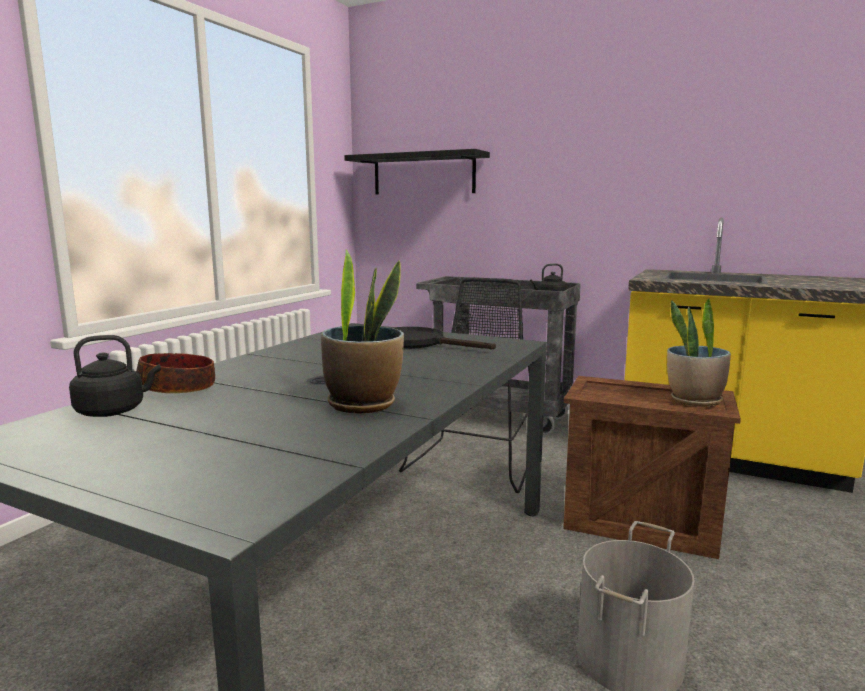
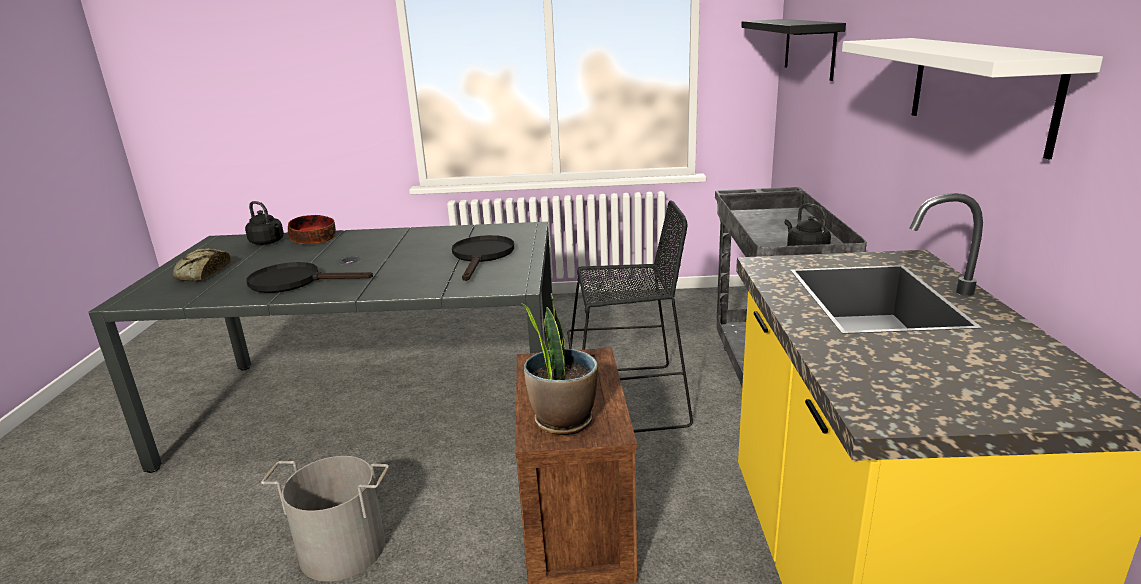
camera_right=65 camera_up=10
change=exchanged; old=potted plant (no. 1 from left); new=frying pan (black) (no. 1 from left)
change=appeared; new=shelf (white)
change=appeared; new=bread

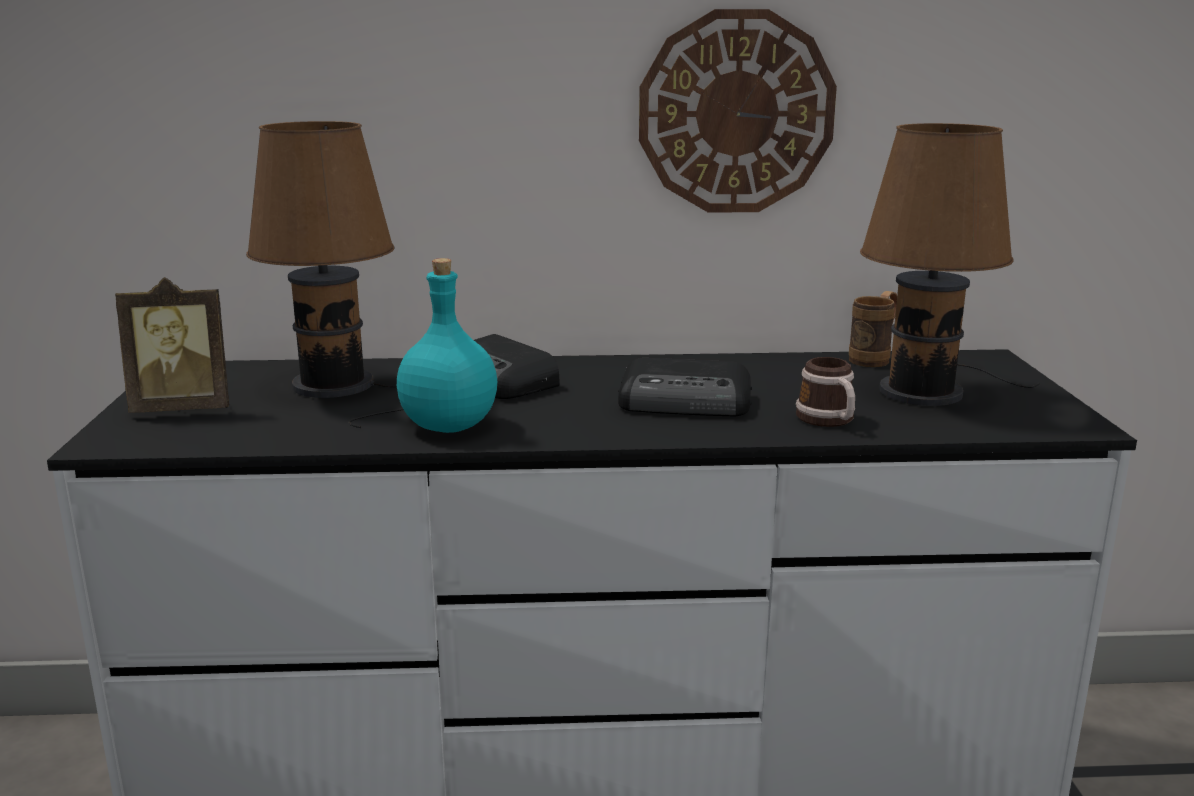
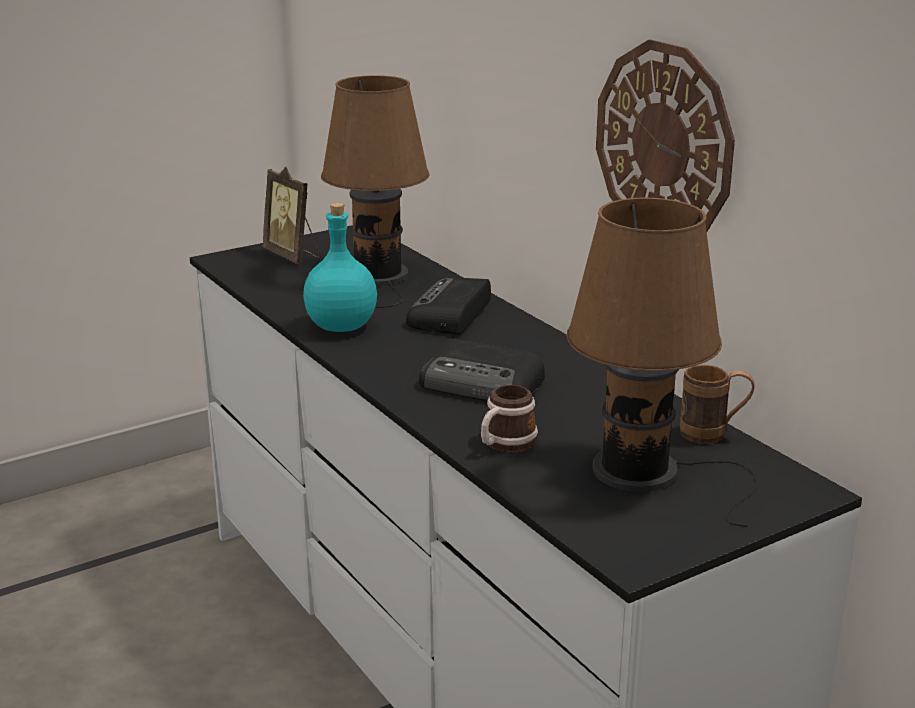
camera_right=60 camera_up=5
change=spun; old=radio (no. 2 from left); degrees=-45

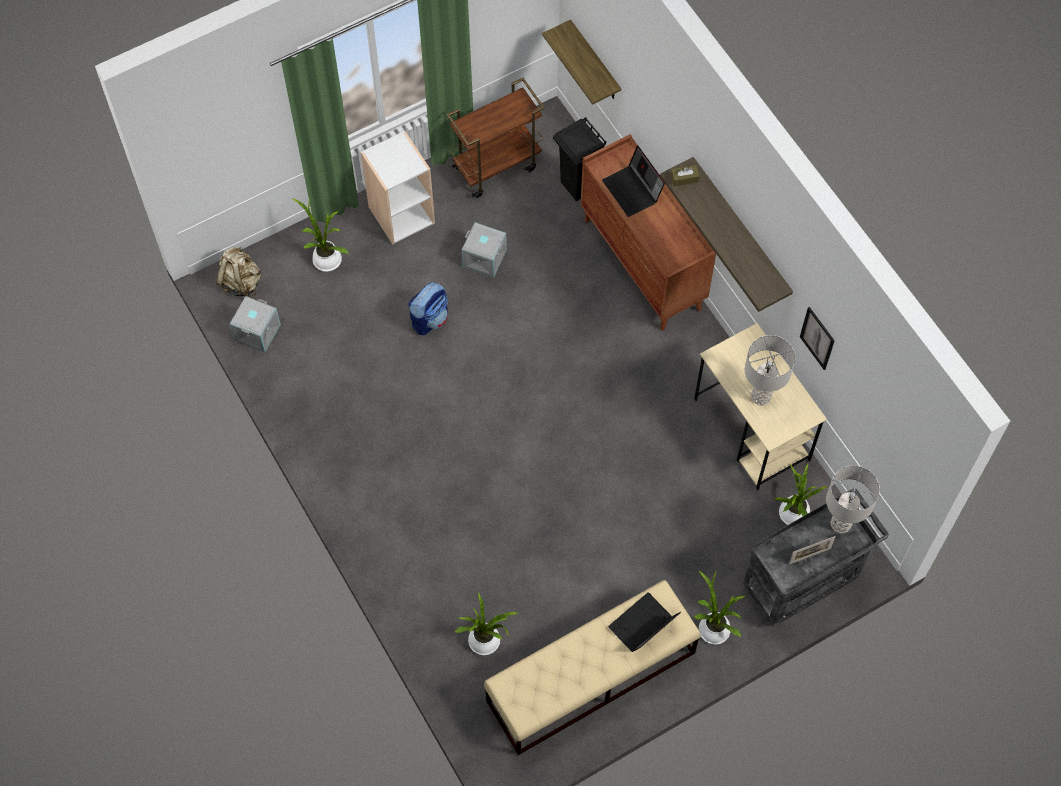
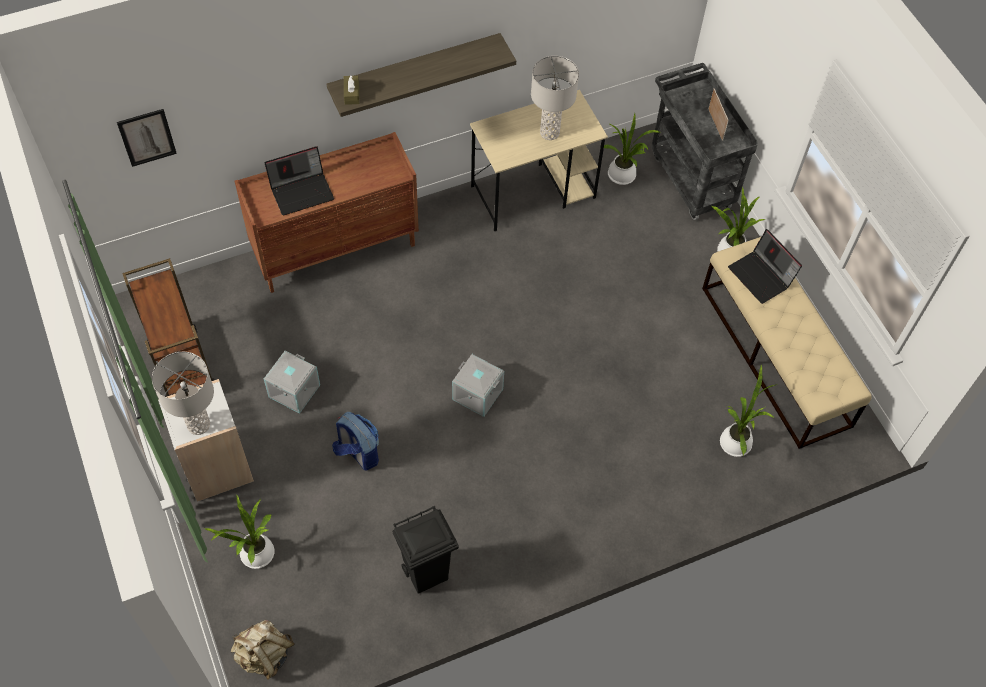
camera_right=-85 camera_up=-5
change=missing; old=shelf (no. 1 from left)
change=relocated; old=trash can (black)
change=relocated; old=storage box (grey) (no. 1 from left in the first image); new=storage box (grey) (no. 2 from left)
change=relocated; old=picture
change=relocated; old=table lamp (white) (no. 2 from left in the first image); new=table lamp (white) (no. 1 from left)

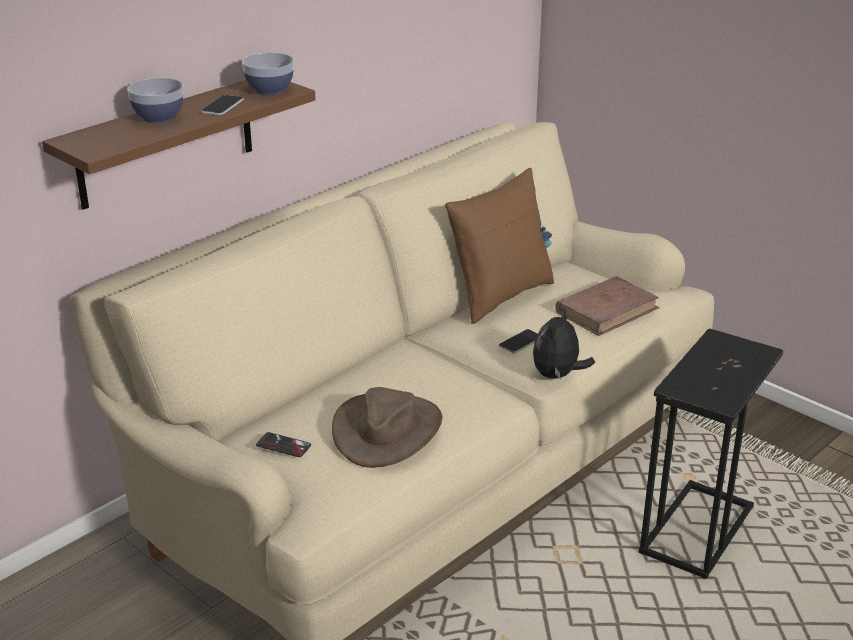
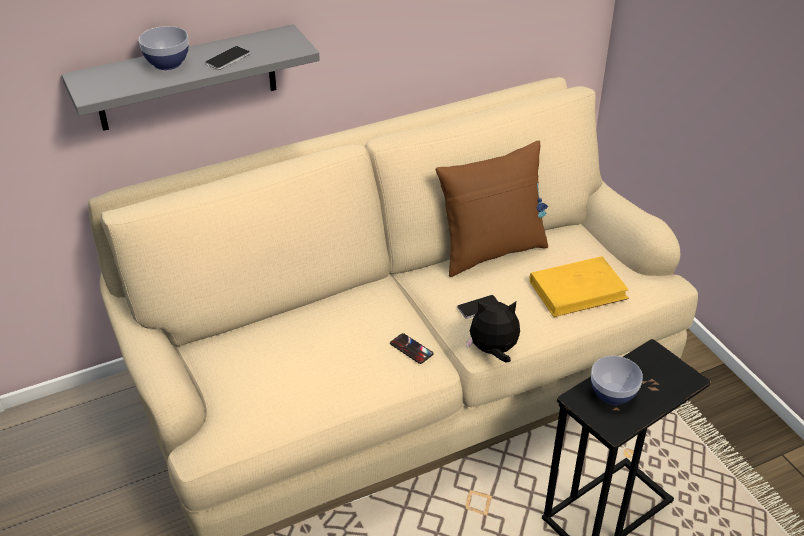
camera_right=20 camera_up=10
change=relocated; old=bowl (no. 2 from left)
change=colour; old=shelf (brown); new=shelf (grey)
change=colour; old=book (brown); new=book (yellow)
change=spun; old=plush toy; degrees=45
change=missing; old=hat (brown)
change=relocated; old=phone (no. 2 from left)

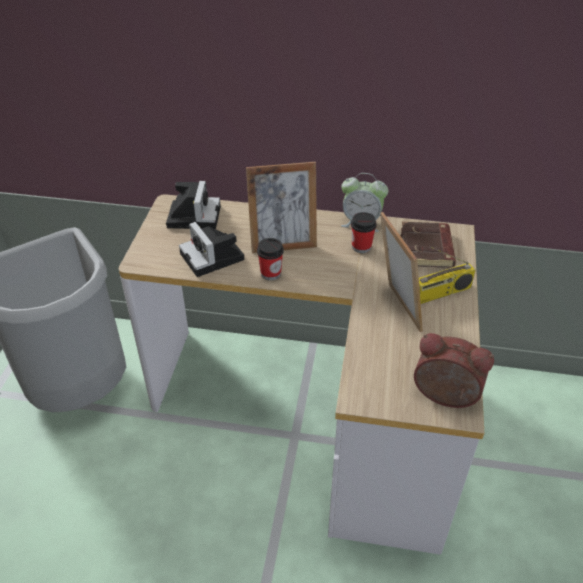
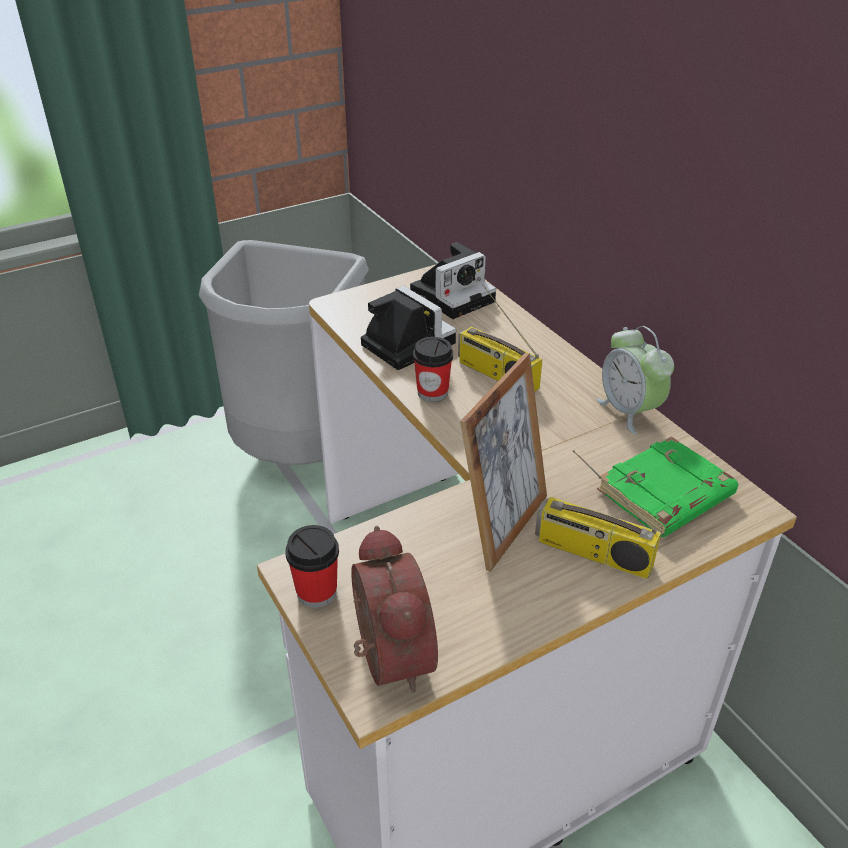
camera_right=50 camera_up=-5
change=exchanged; old=picture frame (no. 1 from left); new=radio (no. 1 from left)
change=relocated; old=cup (no. 2 from left in the first image); new=cup (no. 1 from left)
change=spun; old=photo camera (no. 2 from left in the first image); degrees=120
change=colour; old=book (brown); new=book (green)

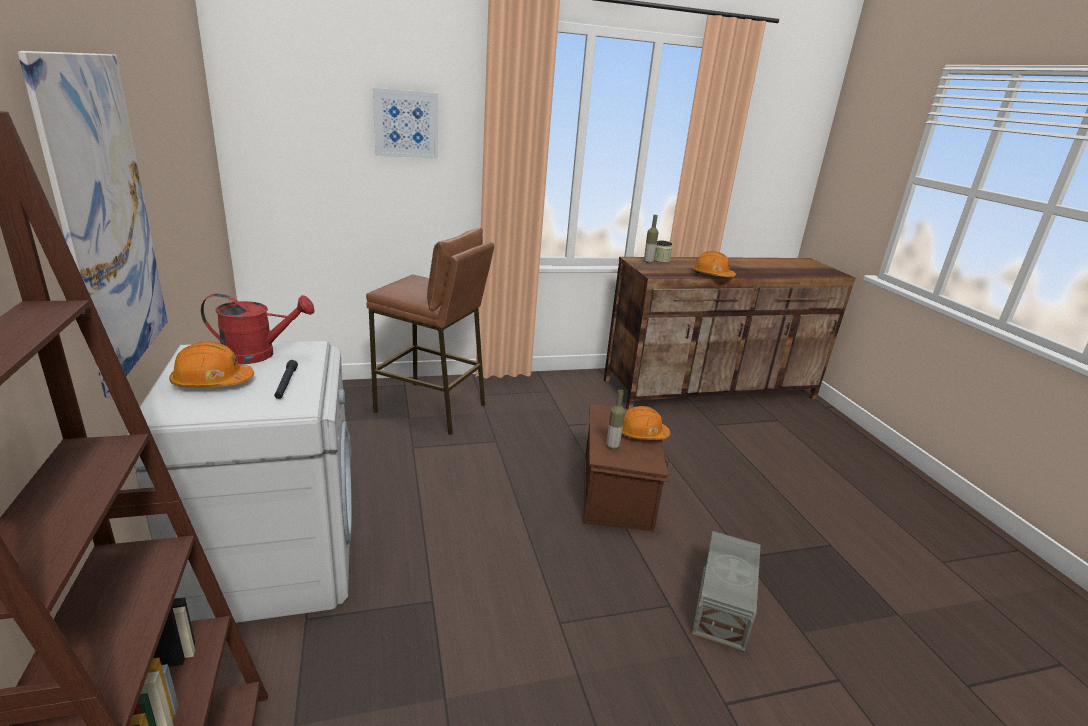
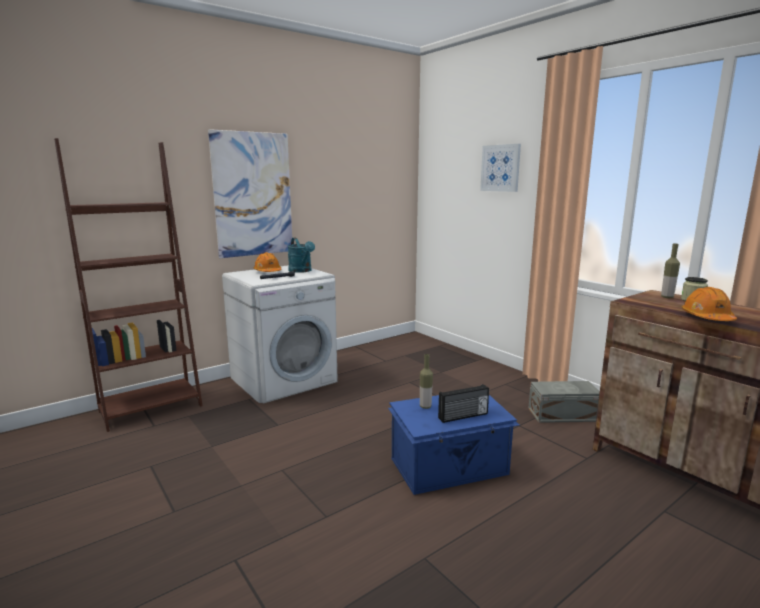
camera_right=70 camera_up=-10
change=missing; old=stool (brown)
change=colour; old=watering can (red); new=watering can (turquoise)
change=colour; old=storage box (brown); new=storage box (blue)
change=exchanged; old=hard hat (orange) (no. 2 from left); new=radio
change=relocated; old=storage box (grey)

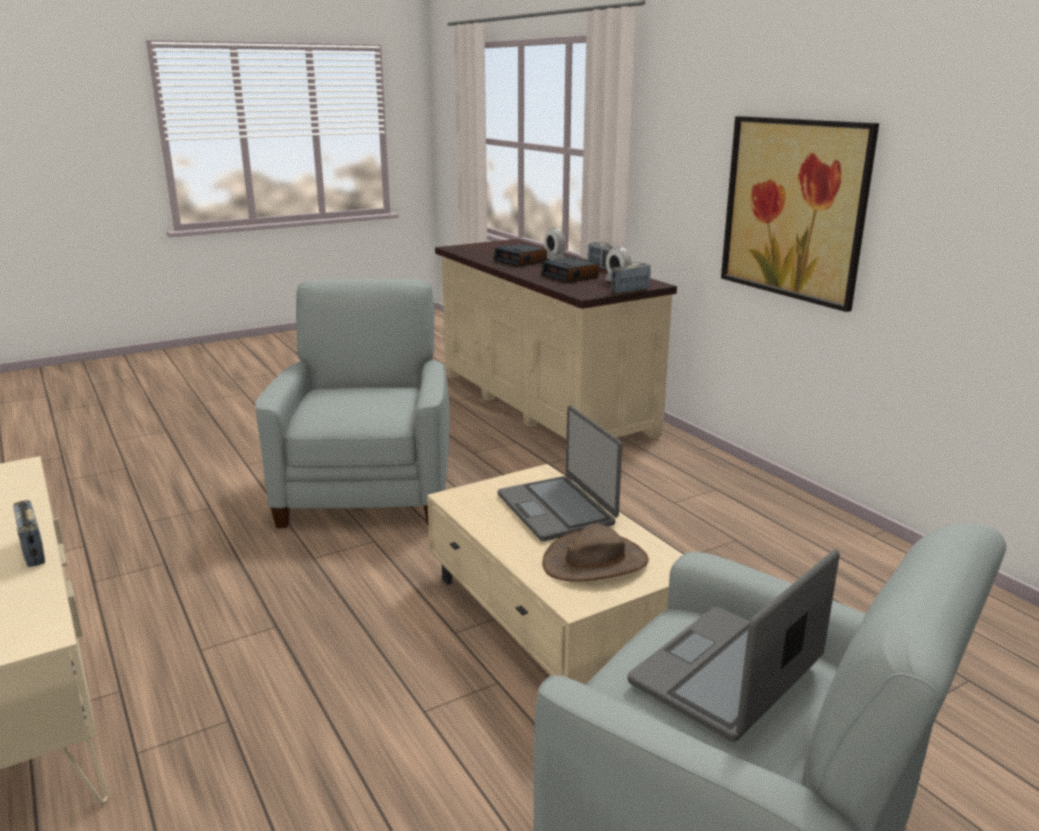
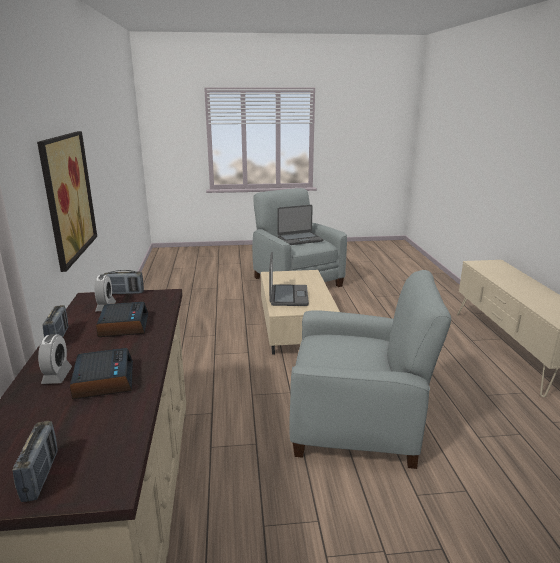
camera_right=-155 camera_up=0
change=spun; old=armchair (grey) (no. 1 from left in the first image); degrees=-105
change=relocated; old=radio (no. 1 from left)
change=missing; old=hat (brown)

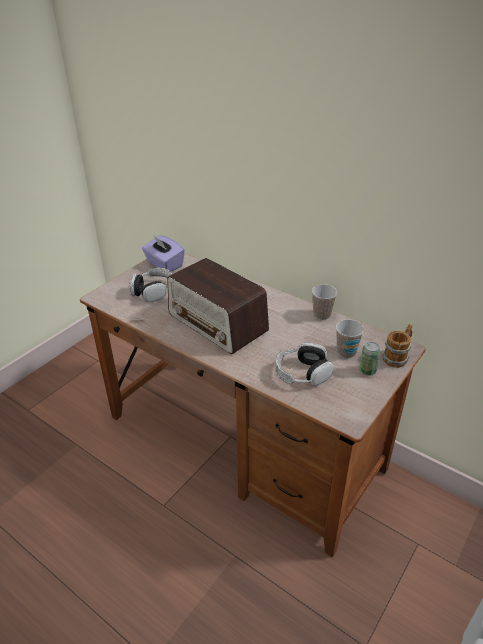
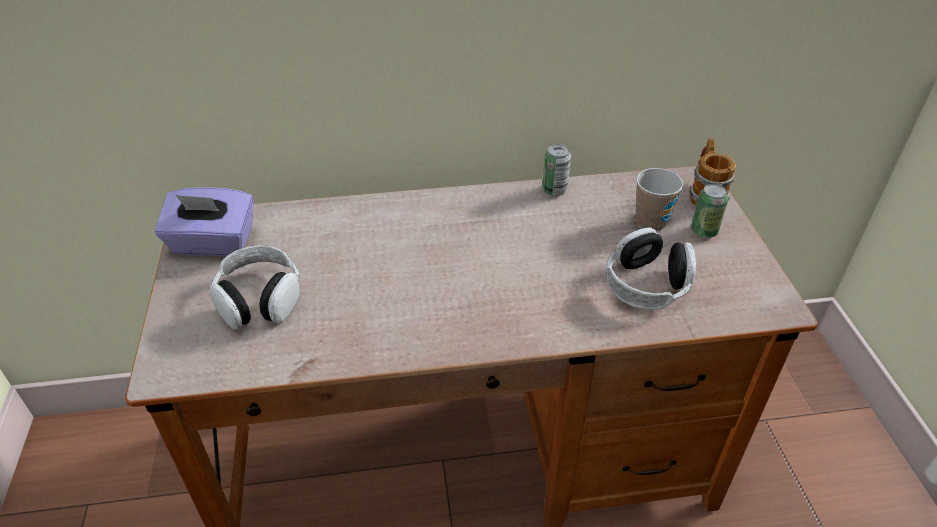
camera_right=-45 camera_up=5
change=missing; old=radio
change=exchanged; old=cup (no. 1 from left); new=can (no. 1 from left)

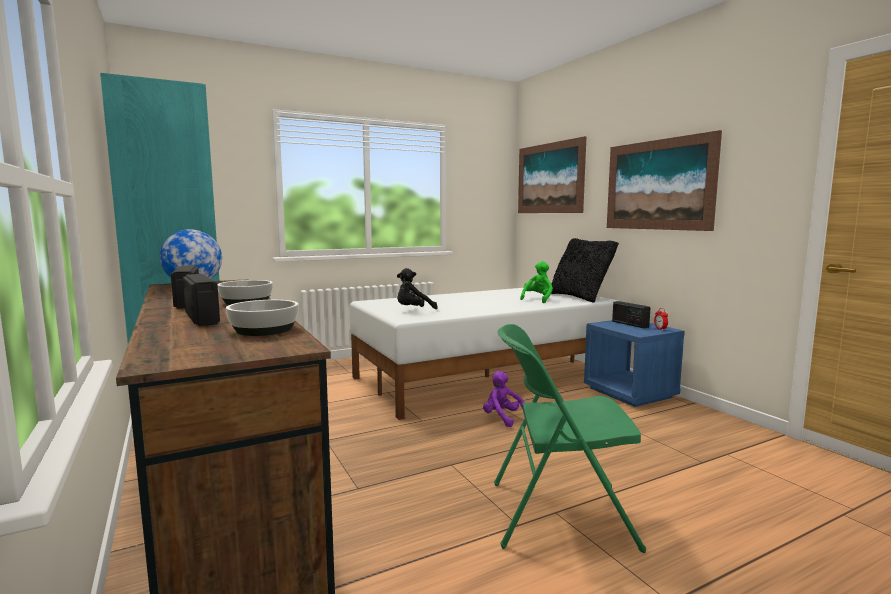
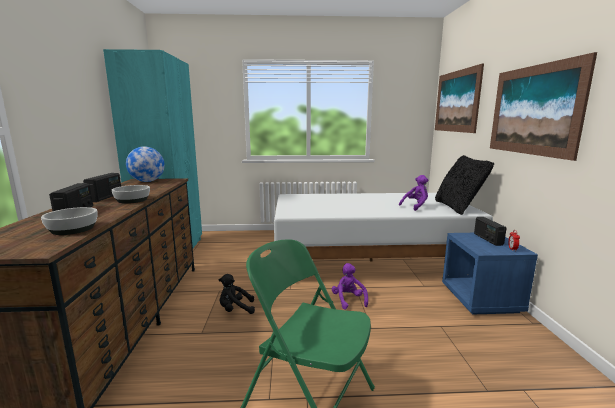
camera_right=25 camera_up=5
change=colour; old=plush toy (green); new=plush toy (purple) (no. 2 from left)
change=relocated; old=plush toy (black)

